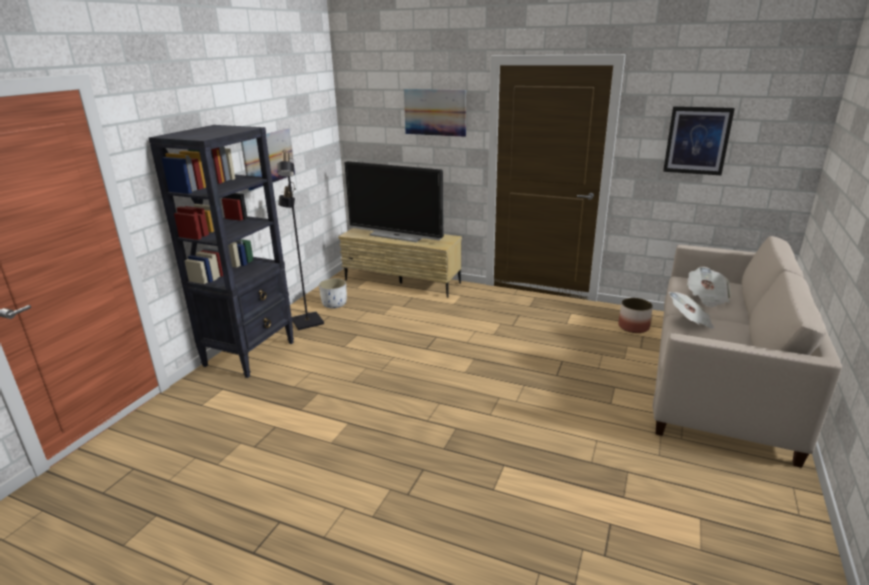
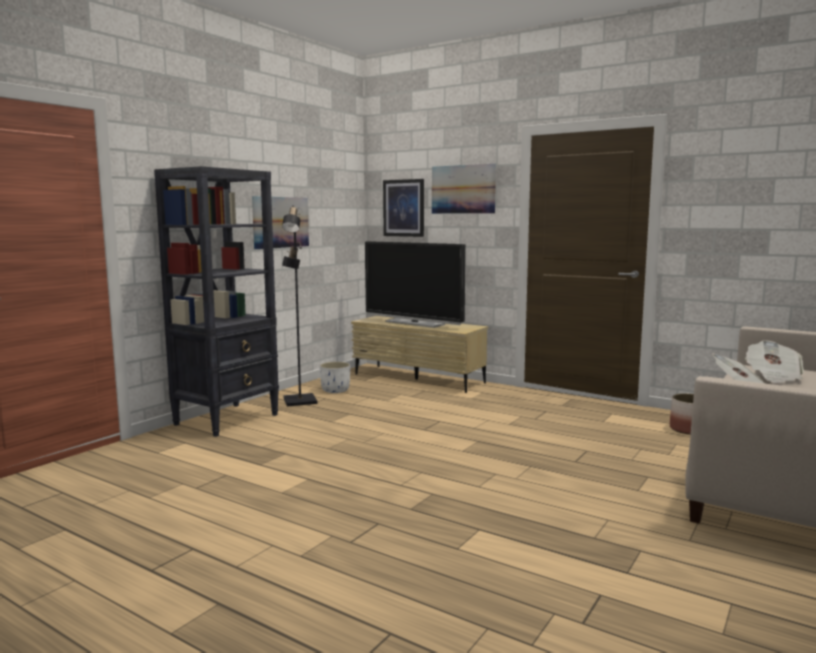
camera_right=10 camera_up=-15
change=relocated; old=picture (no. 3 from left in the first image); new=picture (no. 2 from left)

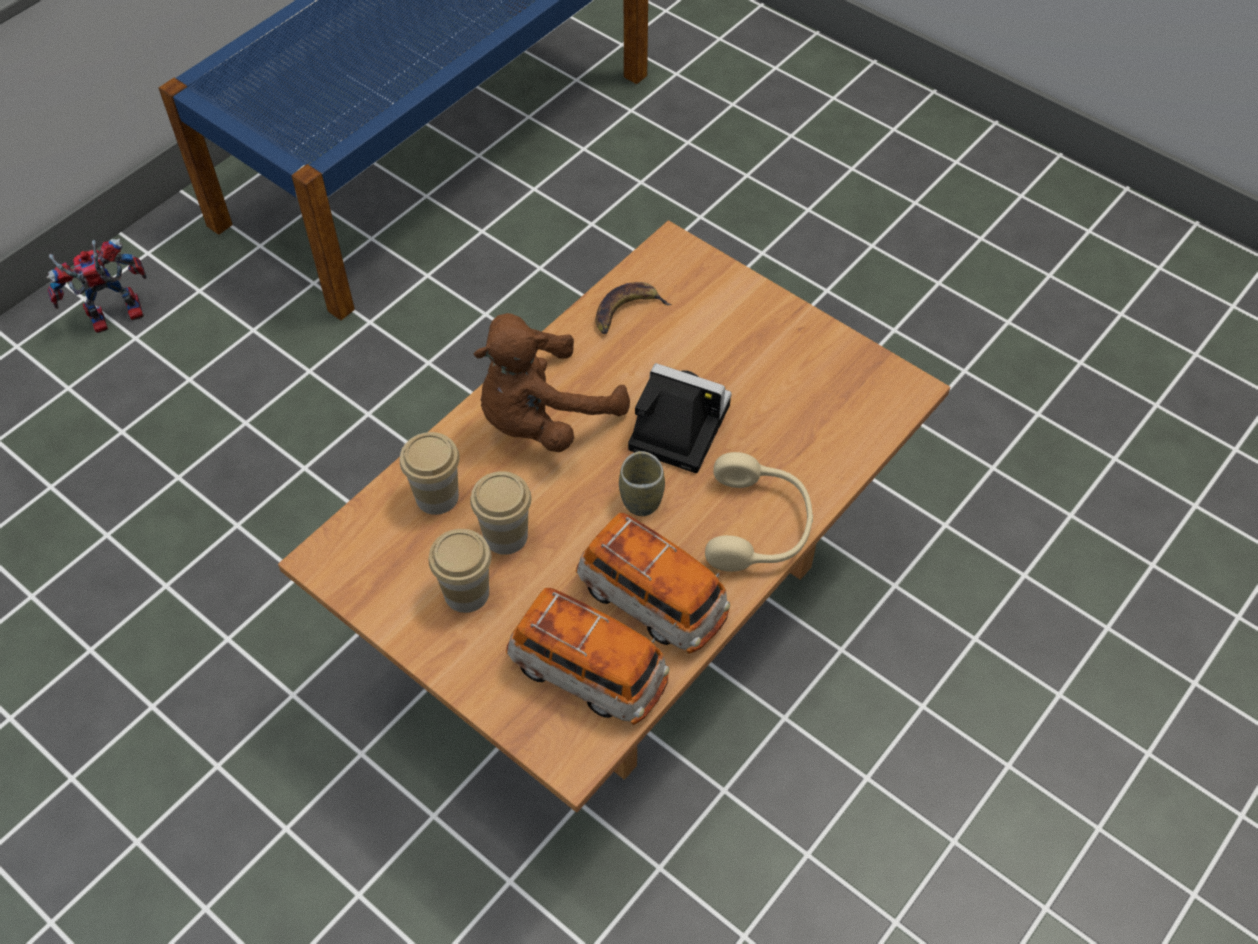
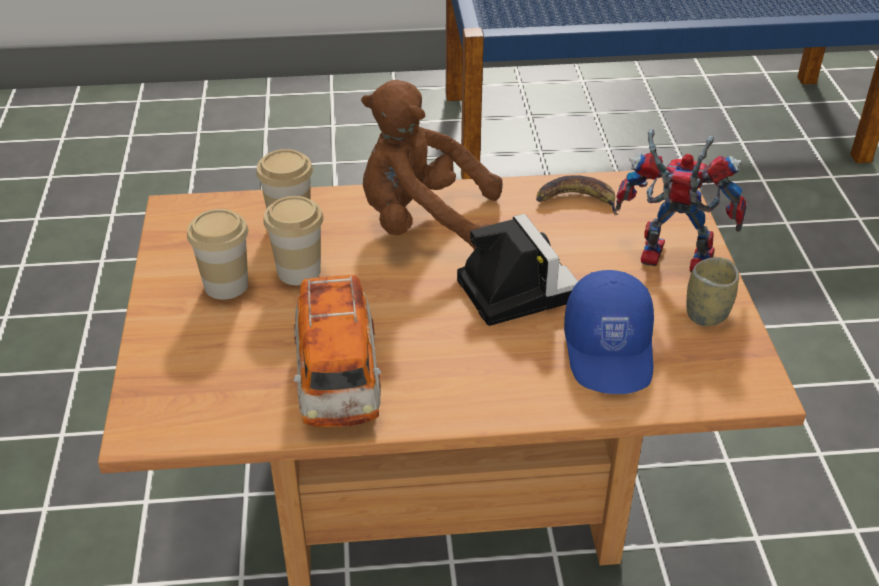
camera_right=45 camera_up=-15
change=relocated; old=toy robot
change=relocated; old=cup (no. 4 from left)
change=missing; old=headphones (beige)
change=missing; old=toy car (no. 1 from left)
change=appeared; new=cap (blue)

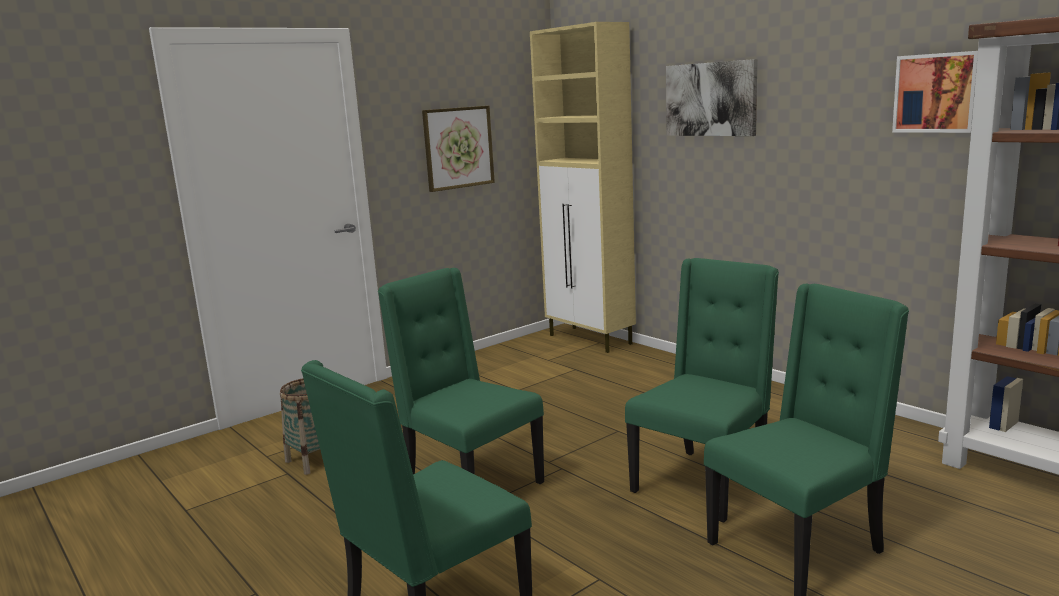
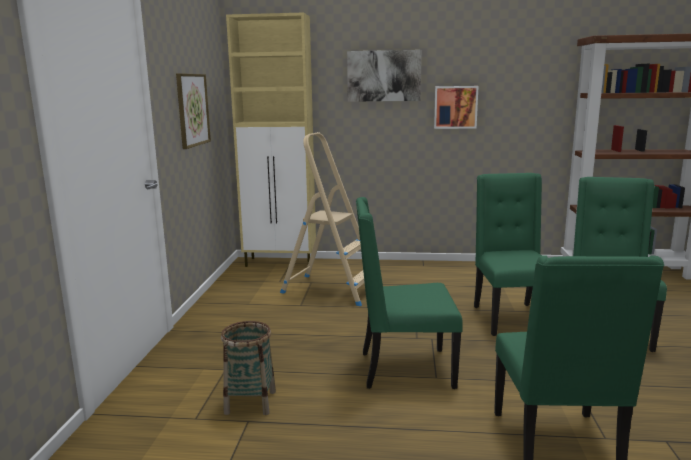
camera_right=-45 camera_up=0
change=relocated; old=picture (no. 3 from left)
change=appeared; new=step ladder (beige)

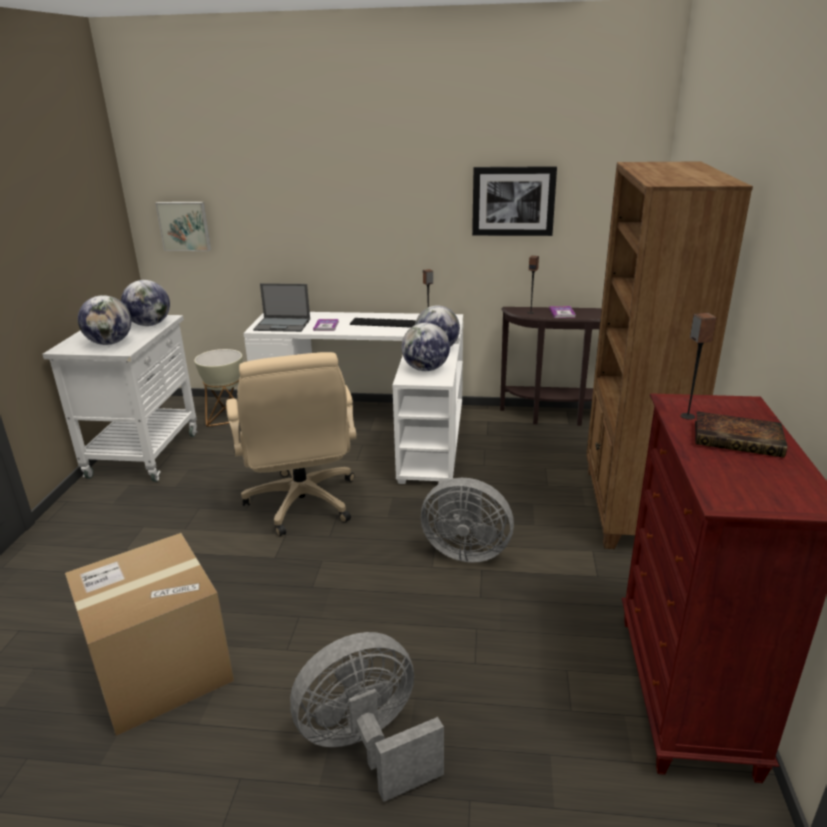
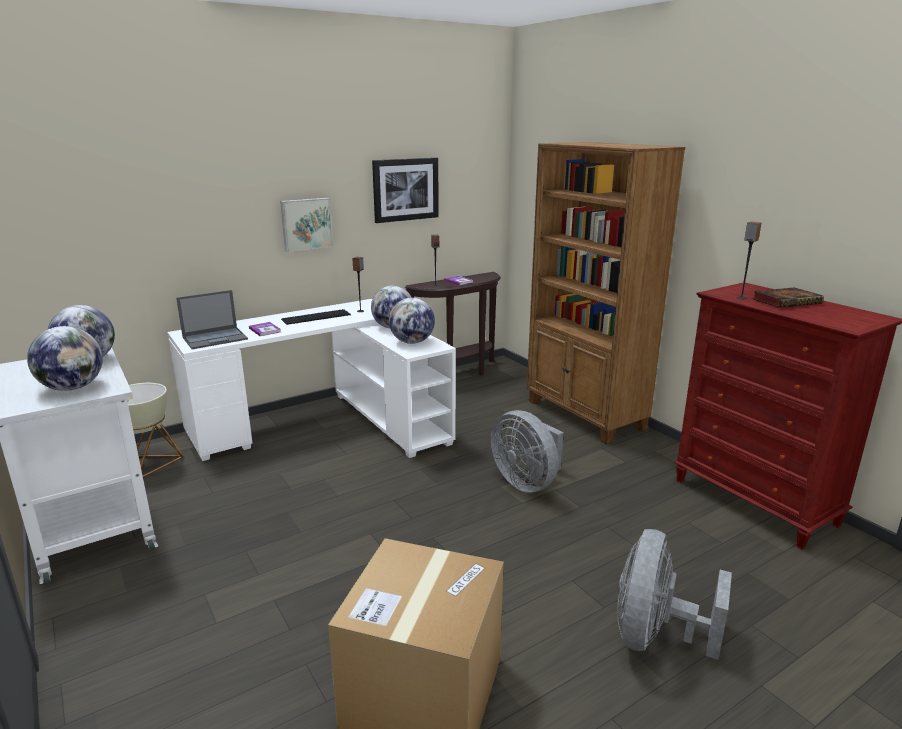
camera_right=-40 camera_up=-5
change=relocated; old=picture (no. 1 from left)
change=missing; old=office chair (beige)
change=spun; old=fan (grey) (no. 2 from left in the first image); degrees=75

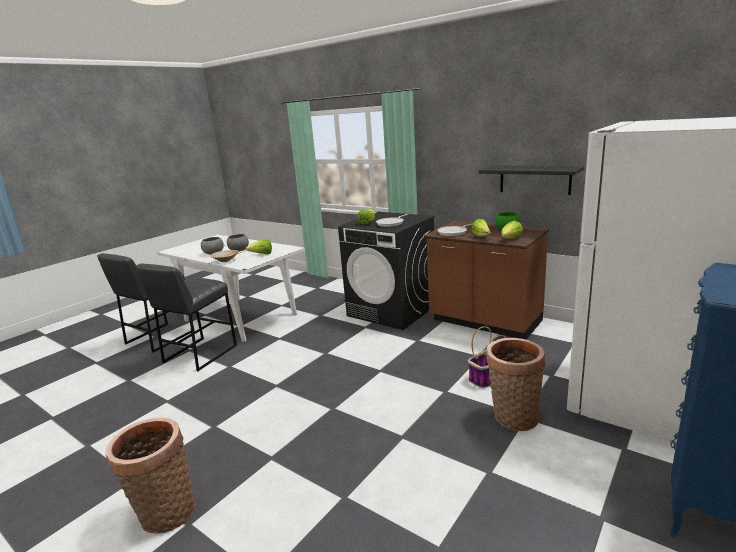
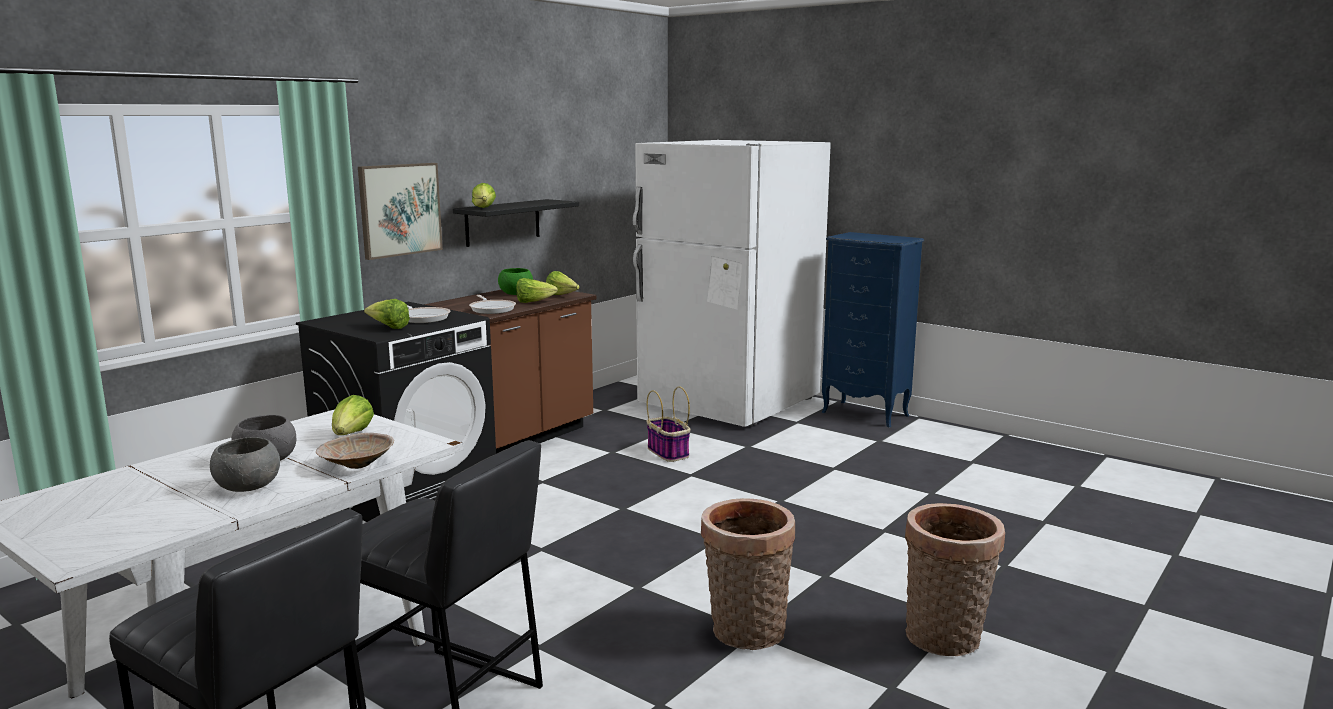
camera_right=-90 camera_up=-5
change=relocated; old=basket (no. 3 from left in the first image); new=basket (no. 2 from left)
change=appeared; new=picture
change=appeared; new=lettuce (no. 3 from left)

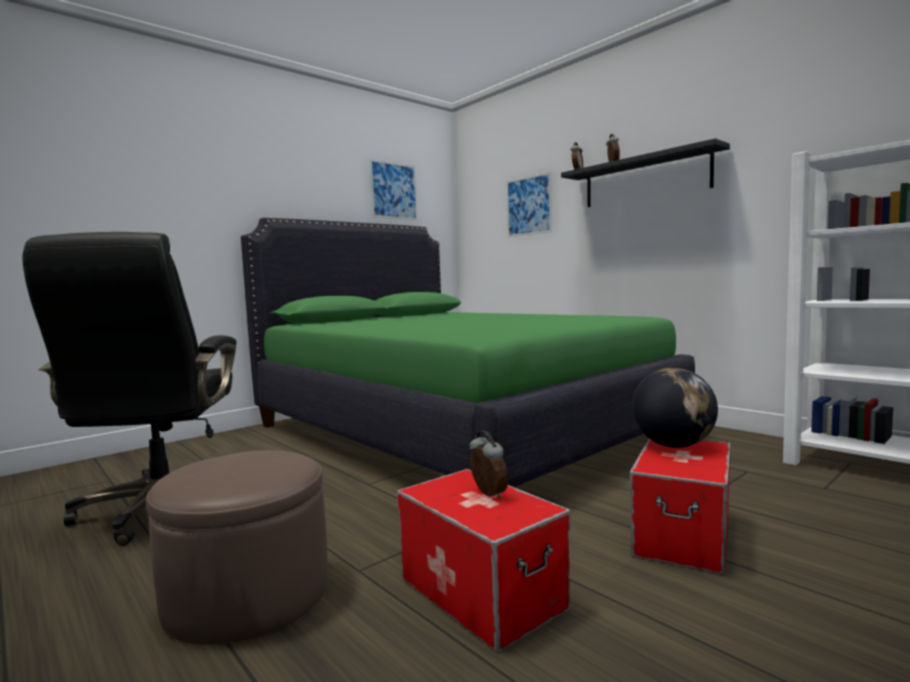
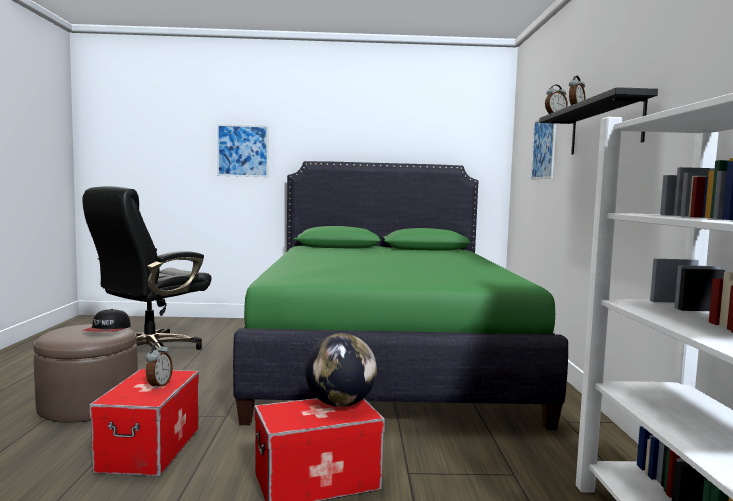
camera_right=40 camera_up=0
change=relocated; old=picture (no. 1 from left)
change=appeared; new=cap

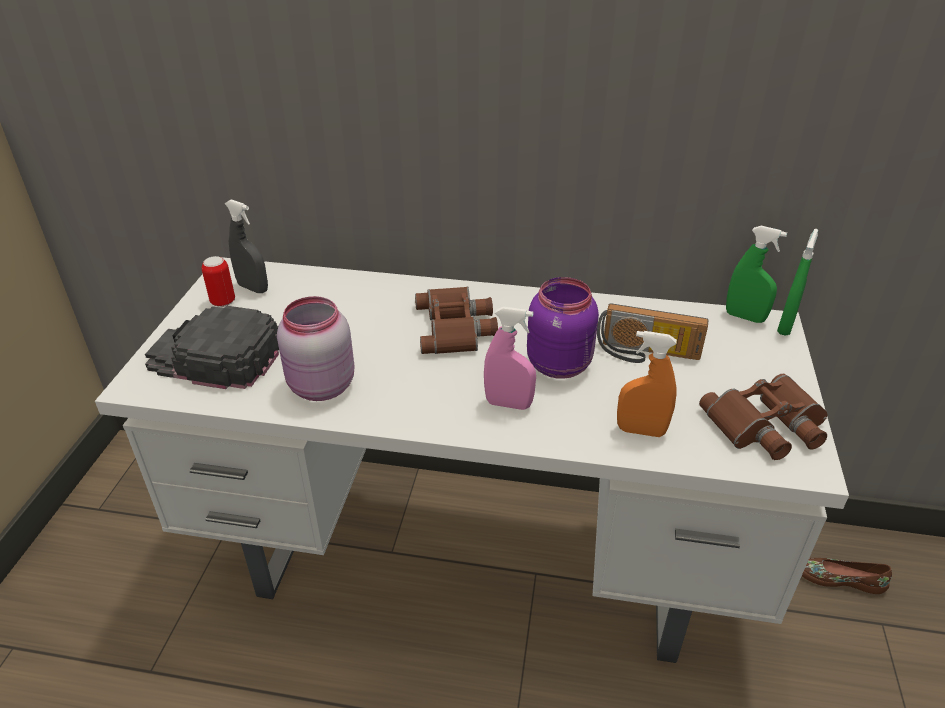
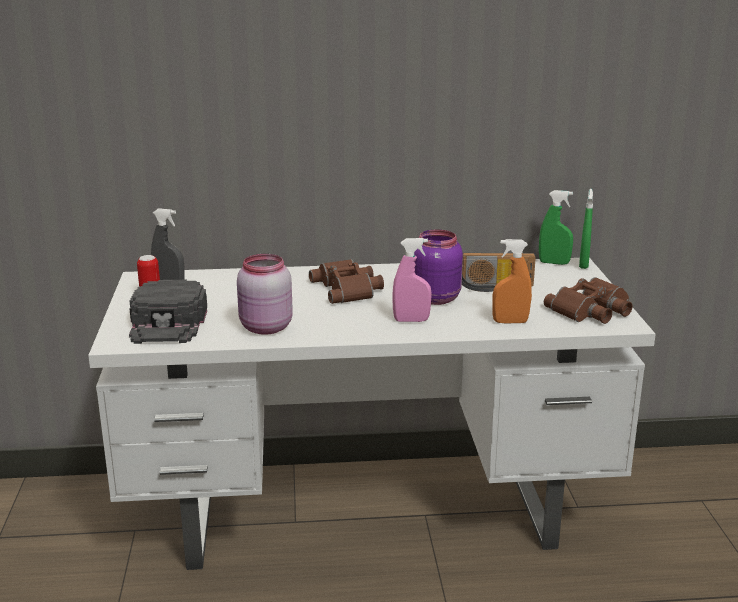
camera_right=-15 camera_up=-15
change=spun; old=cap (black); degrees=-90
change=missing; old=shoe (brown)

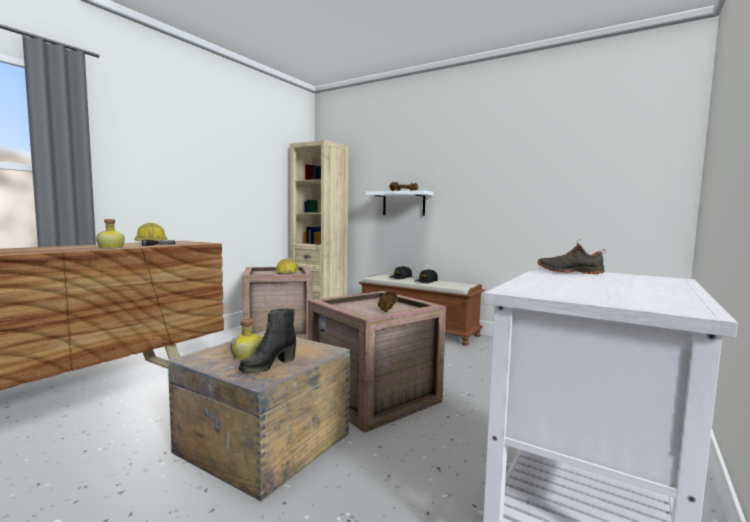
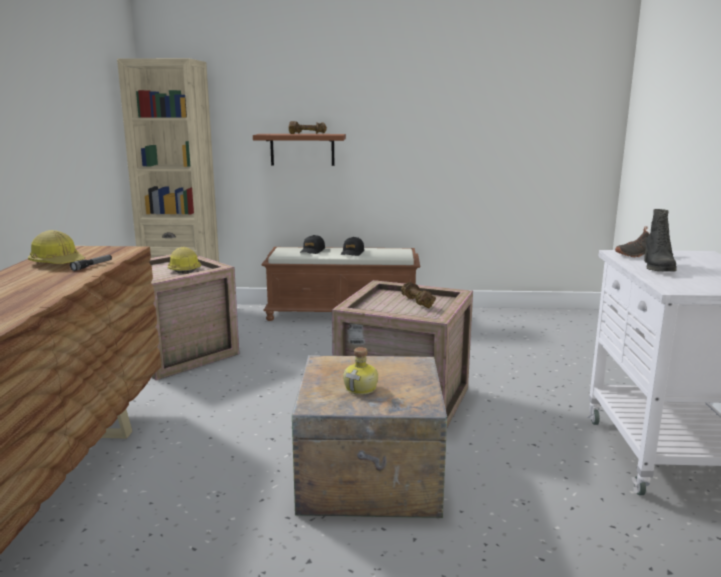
camera_right=-30 camera_up=10
change=colour; old=shelf (white); new=shelf (brown)
change=missing; old=bottle (no. 1 from left)
change=relocated; old=boot (black)

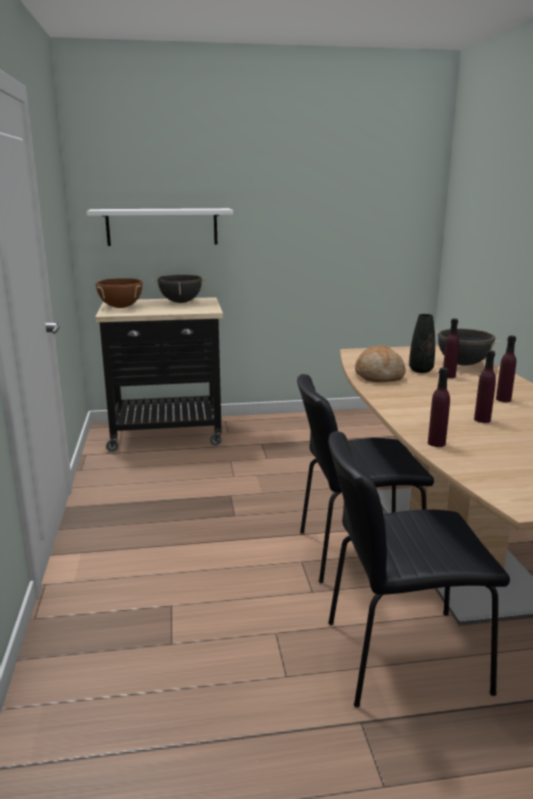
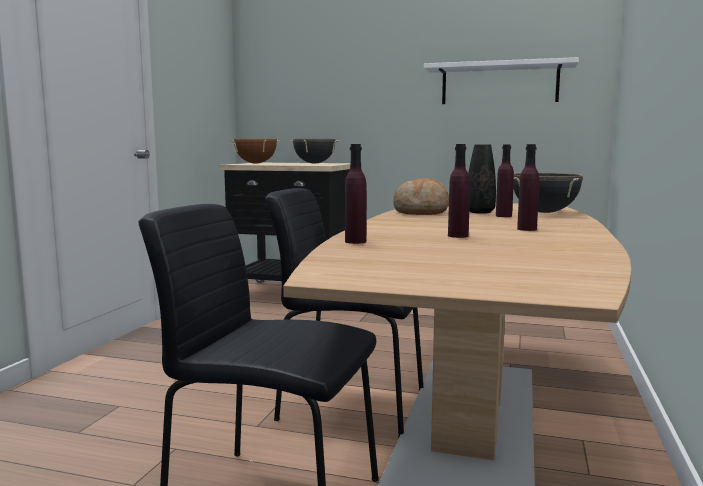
camera_right=25 camera_up=-10
change=relocated; old=shelf (white)

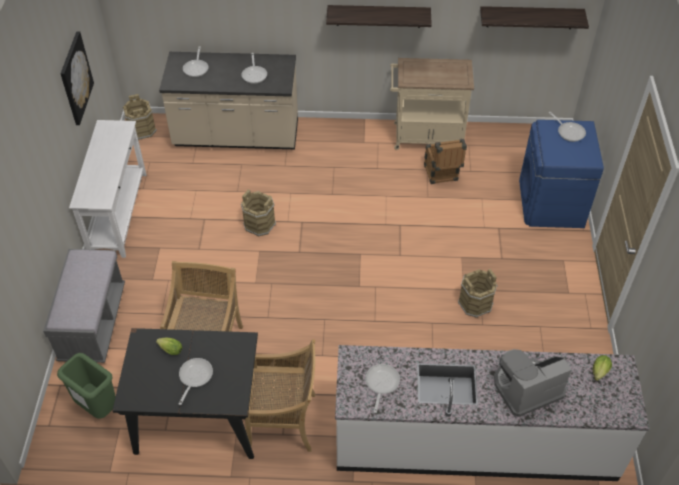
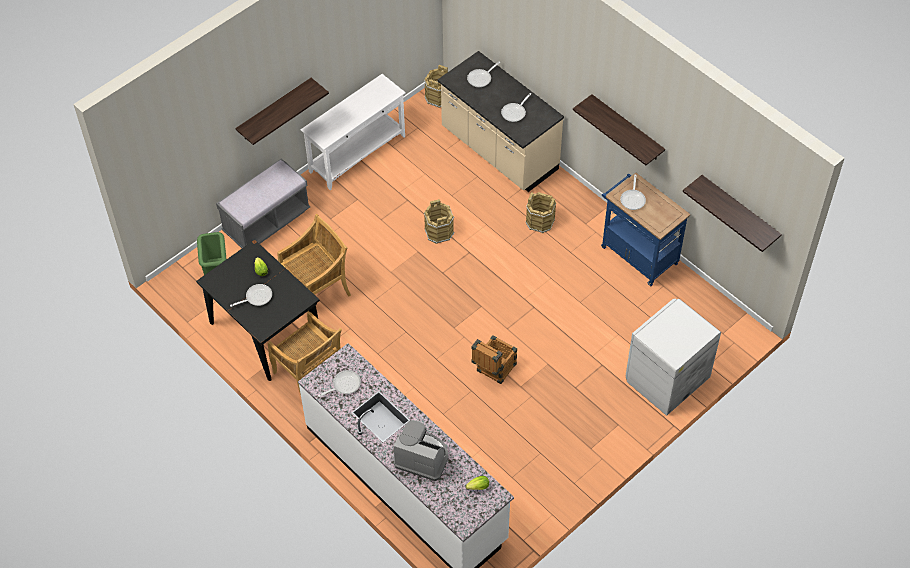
camera_right=45 camera_up=5
change=missing; old=picture
change=colour; old=cart (beige); new=cart (blue)
change=relocated; old=frying pan (no. 5 from left)
change=colour; old=washing machine (blue); new=washing machine (white)
change=relocated; old=crate
change=relocated; old=bucket (brown) (no. 3 from left)
change=appeared; new=shelf (no. 1 from left)

